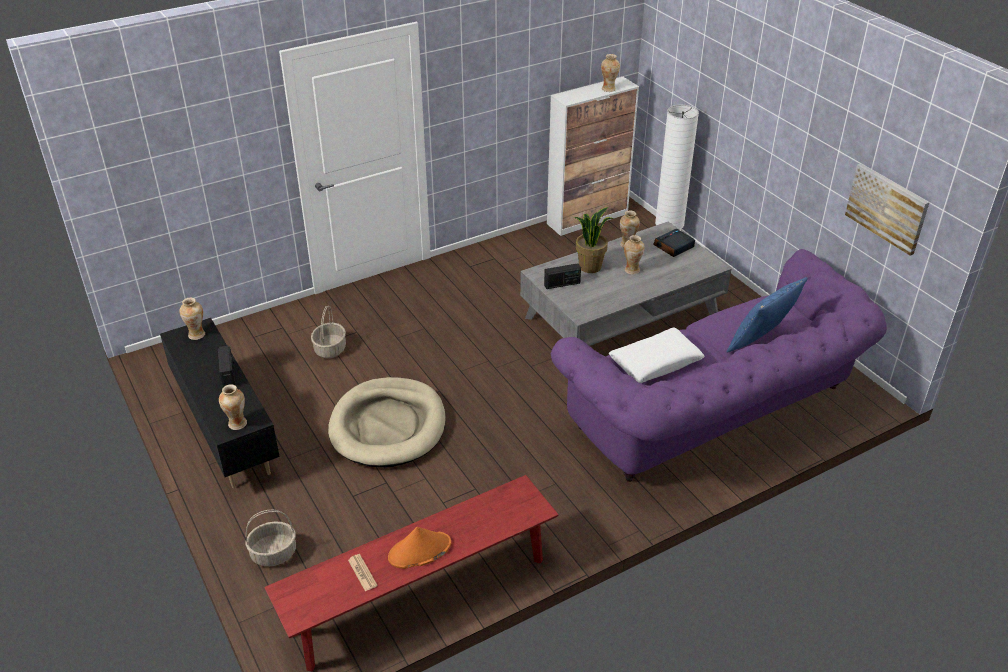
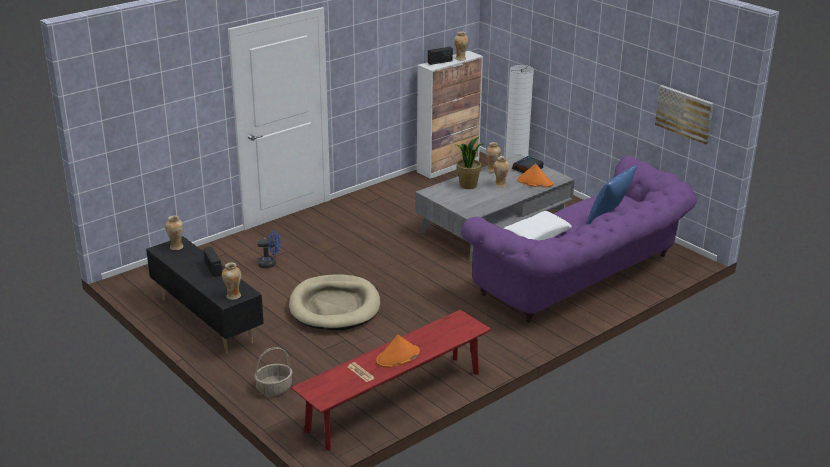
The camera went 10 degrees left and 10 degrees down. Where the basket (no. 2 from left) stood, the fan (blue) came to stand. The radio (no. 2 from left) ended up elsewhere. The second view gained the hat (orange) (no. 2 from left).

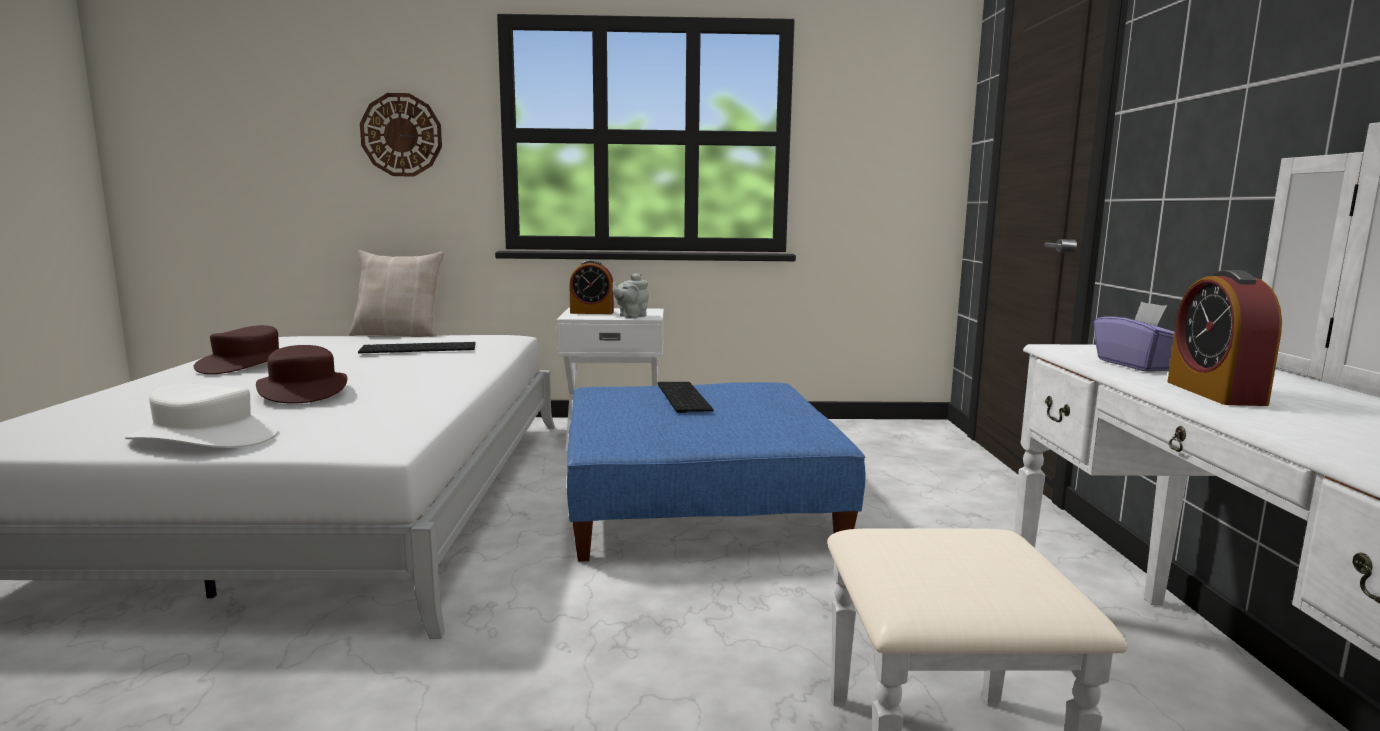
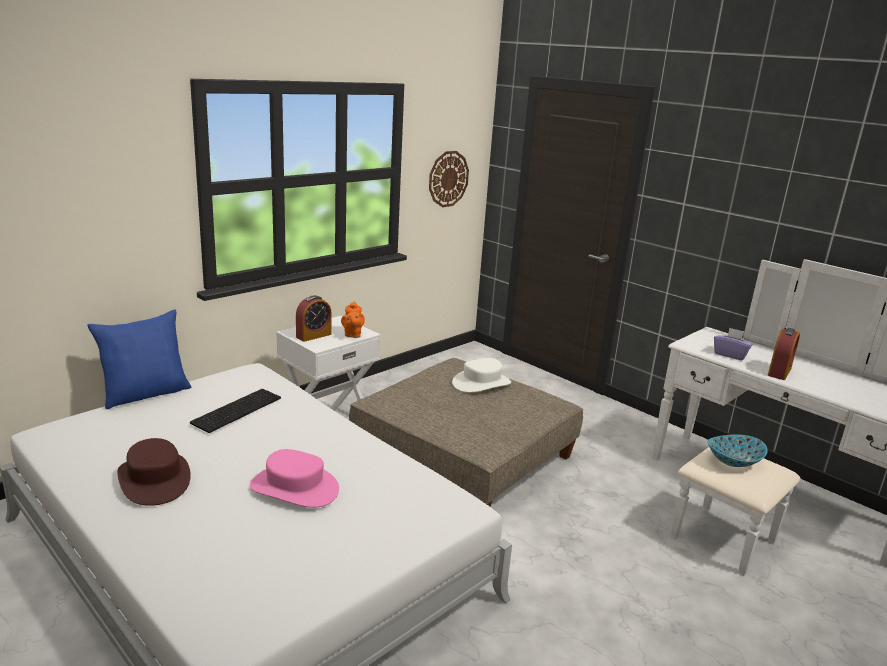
The camera went 45 degrees left and 10 degrees up. What was the pillow (beige) turned into the pillow (blue). What was the hat (brown) (no. 2 from left) turned into the hat (pink). What was the teapot (grey) turned into the teapot (orange). What was the ottoman (blue) turned into the ottoman (beige). The wall clock ended up elsewhere. The hat (white) ended up elsewhere. The second view gained the bowl. The alarm clock (no. 2 from left) ended up facing another way, 105 degrees counterclockwise from before. The second view lost the keyboard (no. 2 from left).

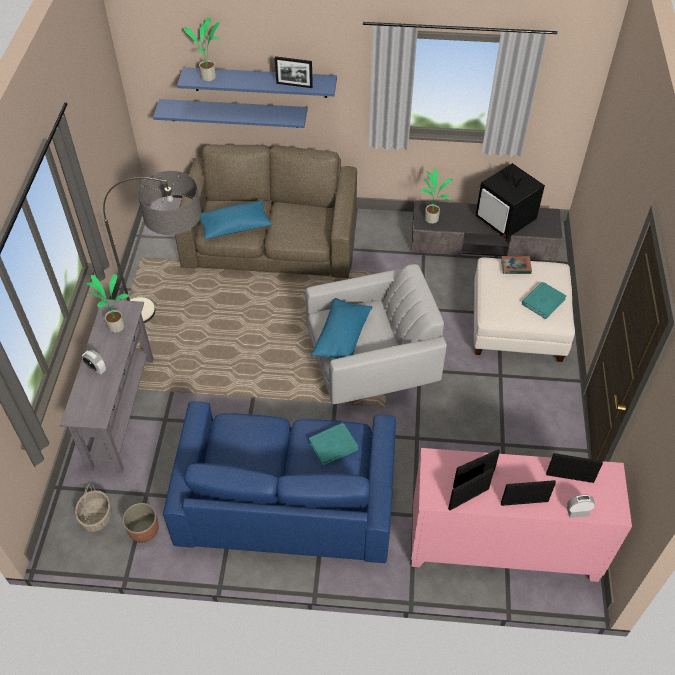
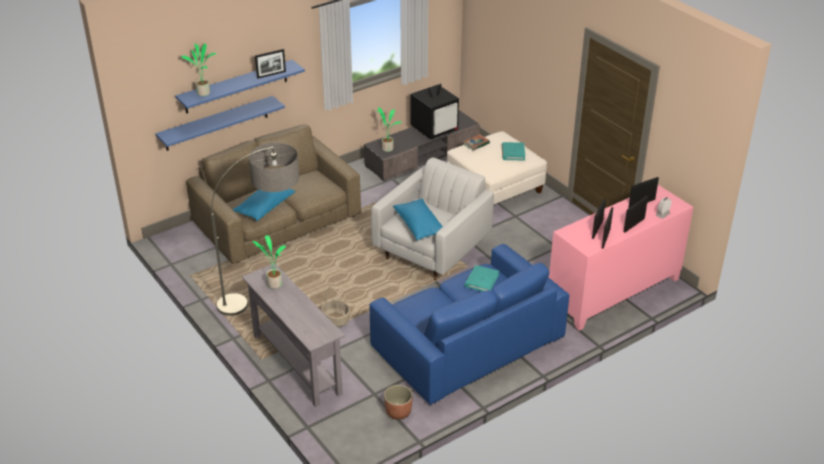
The camera went 40 degrees left and 15 degrees down. The basket ended up elsewhere. The television ended up facing another way, 45 degrees counterclockwise from before. The second view lost the alarm clock (no. 1 from left).

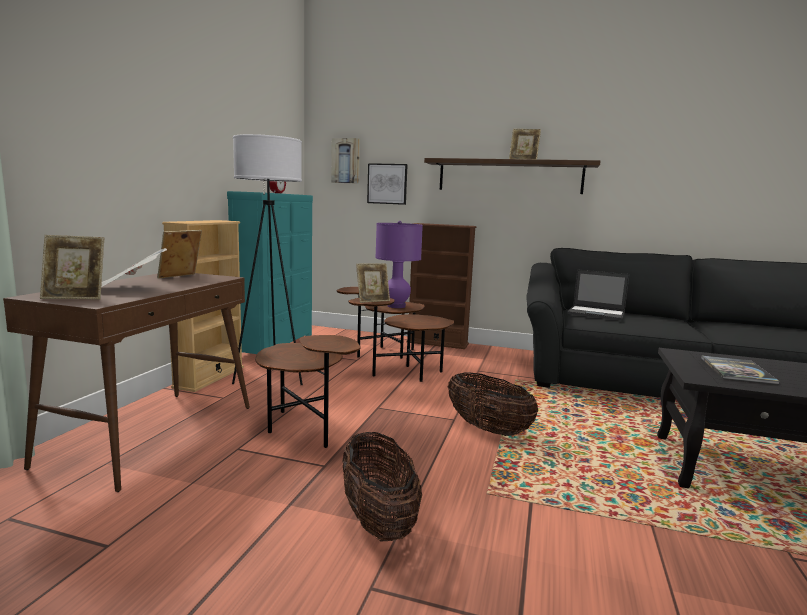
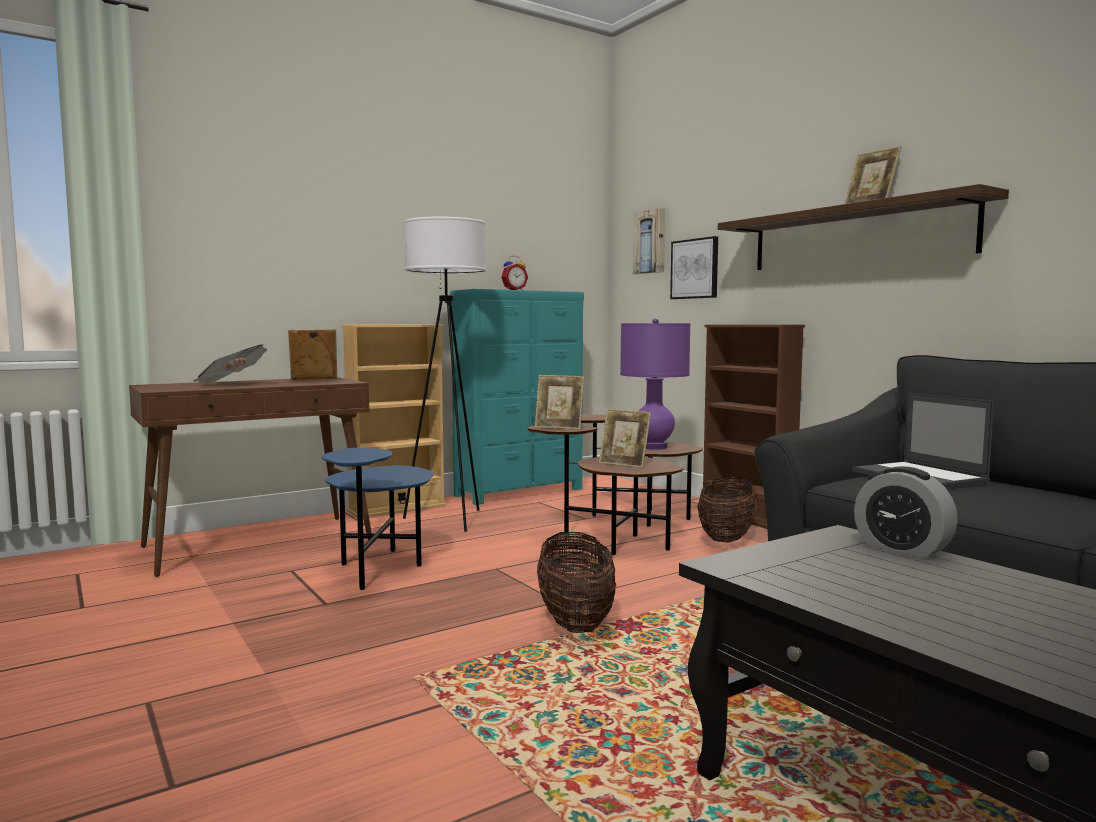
The camera went 40 degrees right and 5 degrees down. What was the side table (brown) (no. 1 from left) turned into the side table (blue). The picture frame (no. 1 from left in the first image) ended up elsewhere. The basket (no. 1 from left in the first image) ended up elsewhere. The second view gained the alarm clock (no. 2 from left). The second view lost the book.

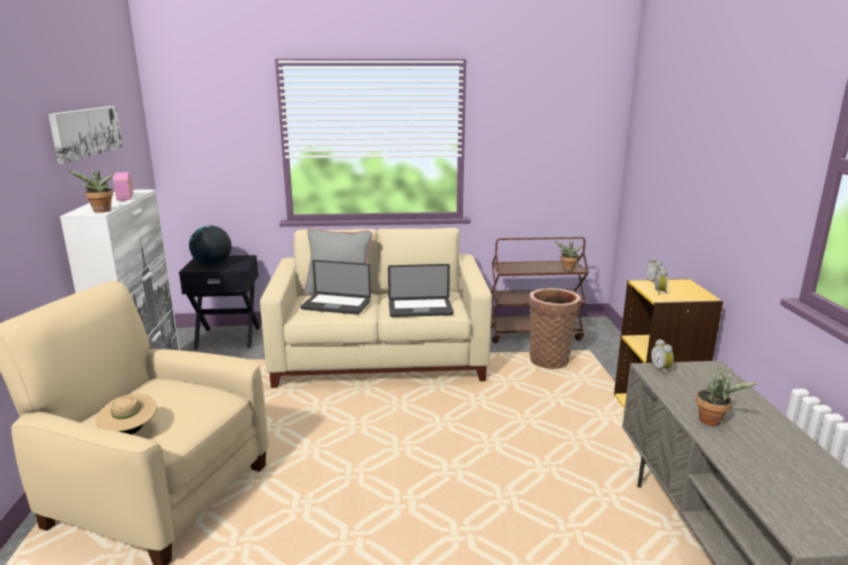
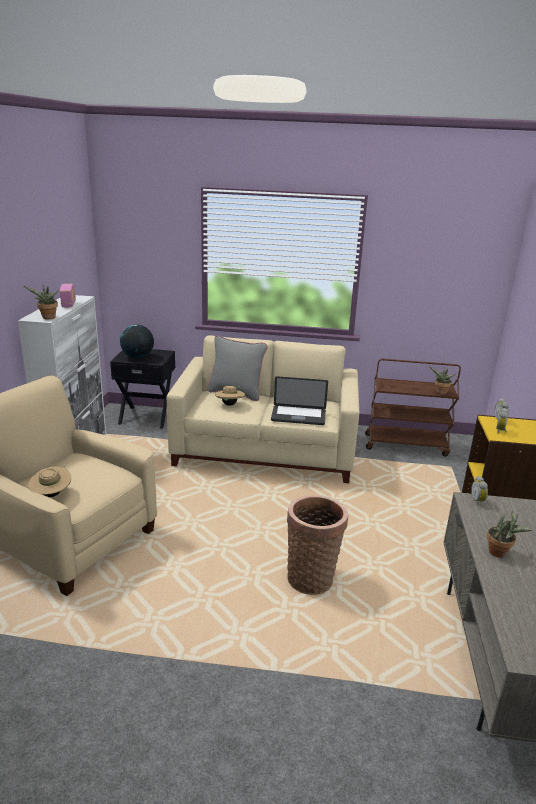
The camera went 10 degrees right and 5 degrees up. Where the laptop (no. 1 from left) stood, the hat (beige) (no. 2 from left) came to stand. The basket ended up elsewhere. The second view lost the picture.

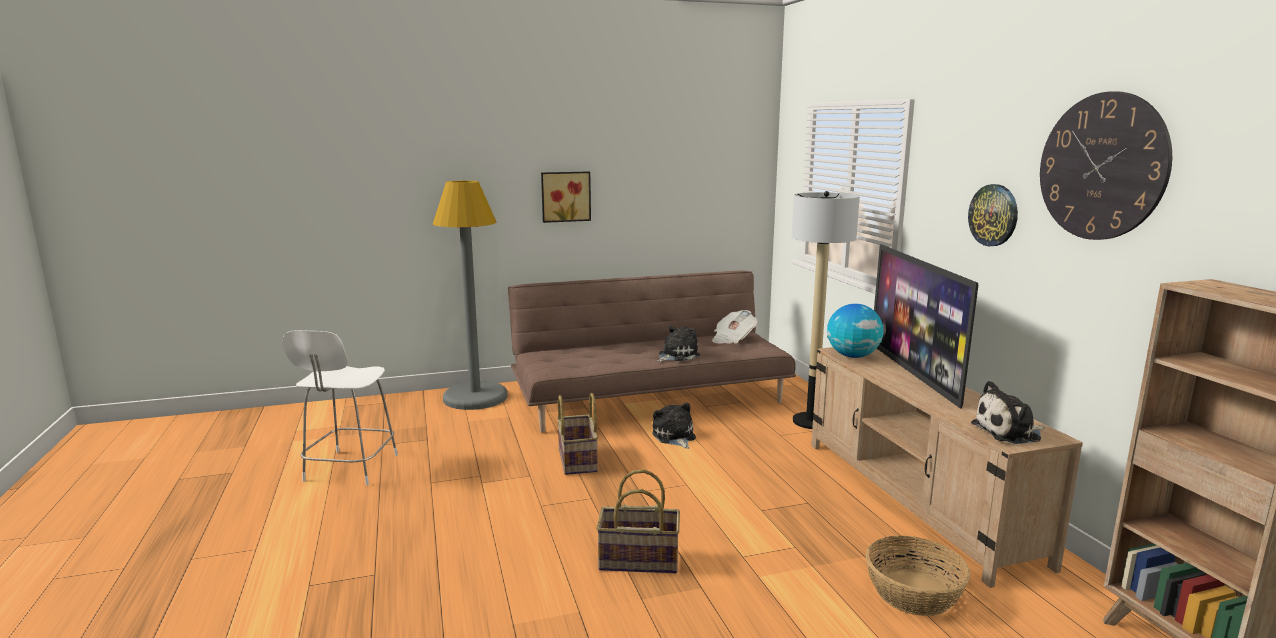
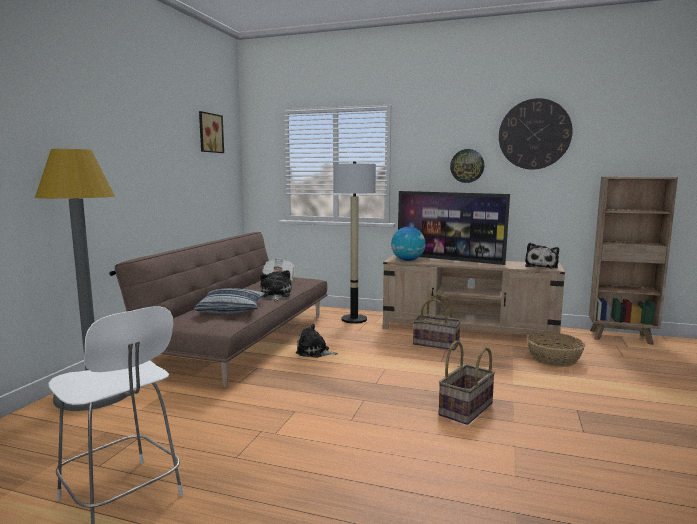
The camera went 55 degrees left and 5 degrees down. The second view gained the pillow. The picture ended up elsewhere. The basket (no. 1 from left) ended up elsewhere.

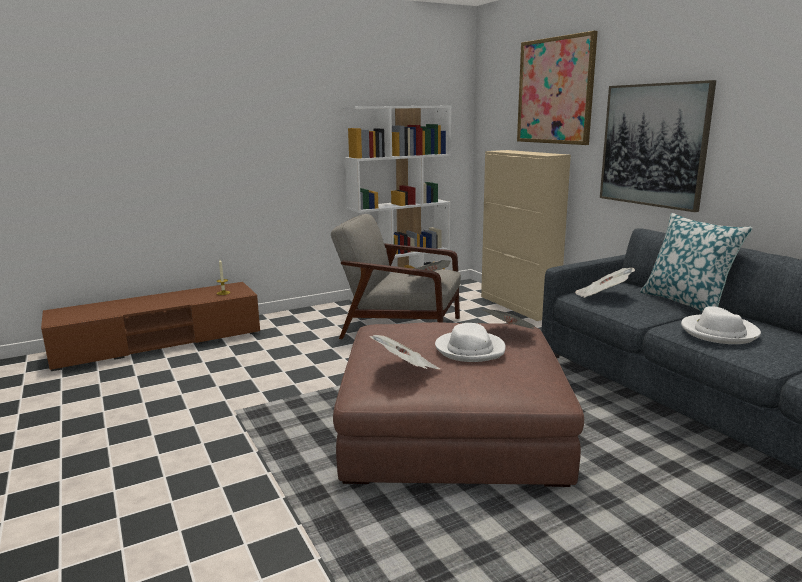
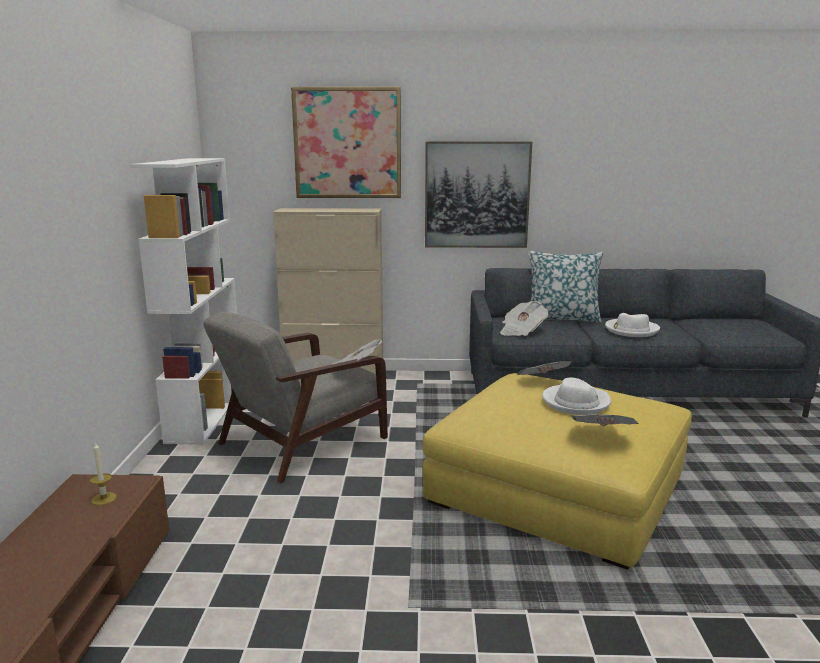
The camera went 60 degrees left and 0 degrees up. What was the ottoman (brown) turned into the ottoman (yellow).

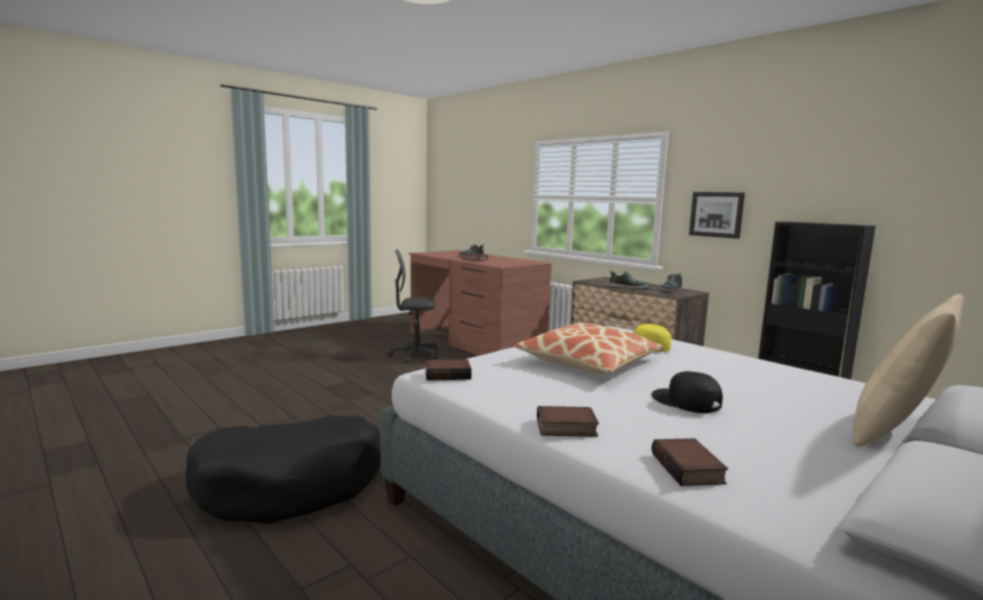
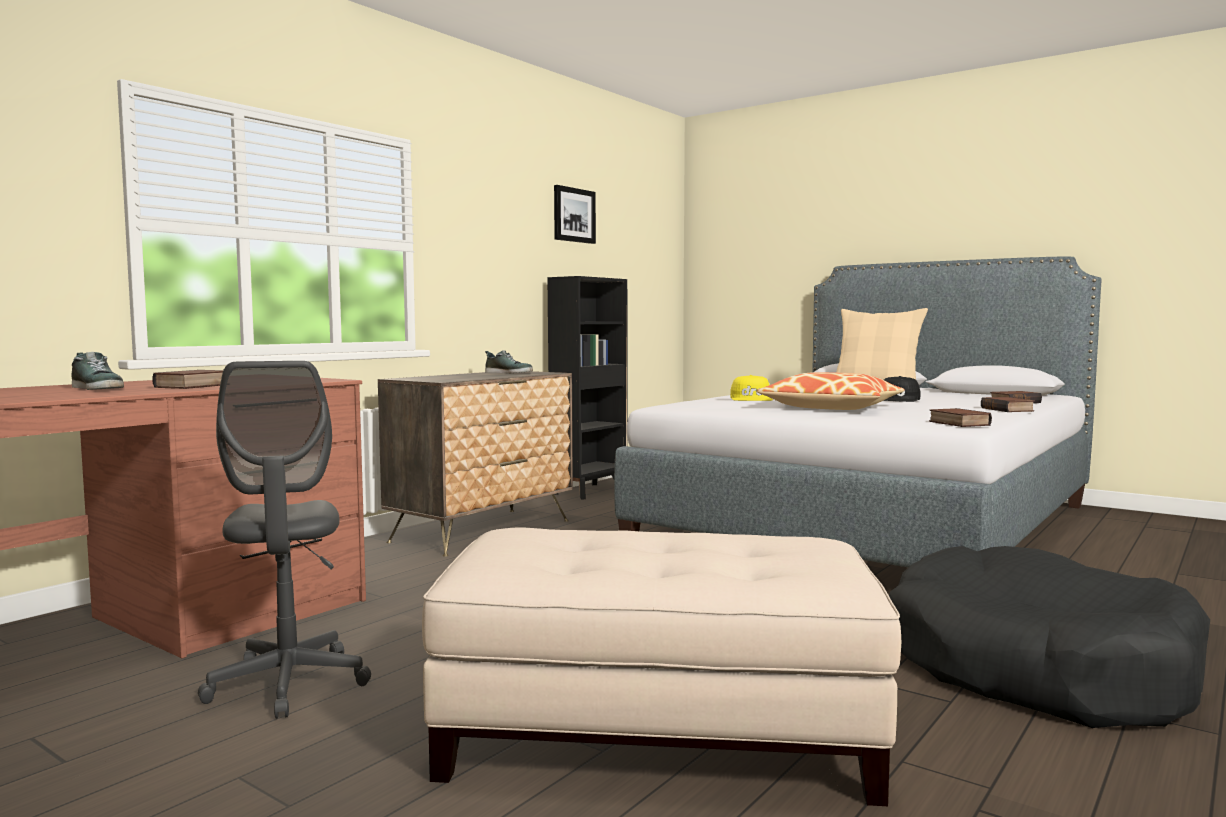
The camera went 100 degrees left and 5 degrees down. The second view gained the ottoman (beige). The picture ended up elsewhere. The second view lost the shoe (no. 2 from left).

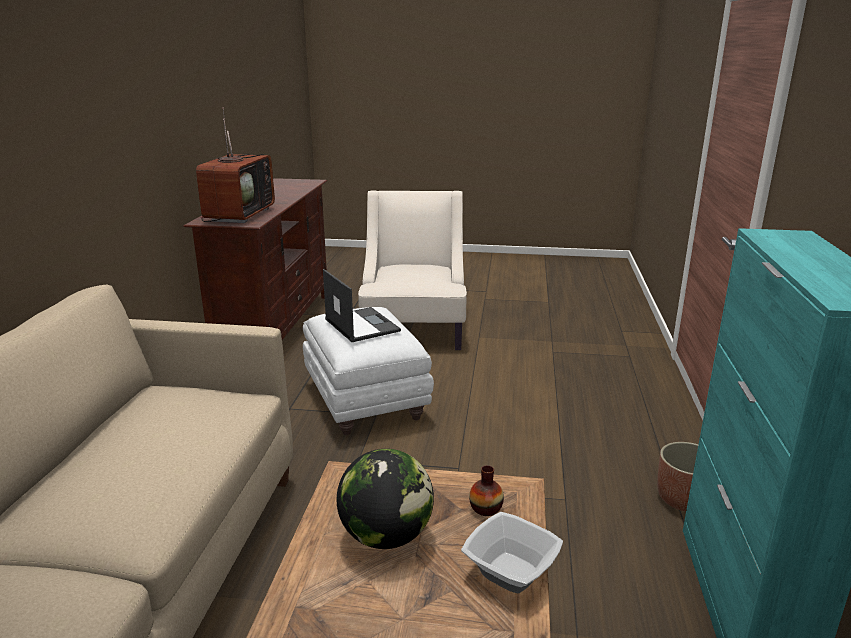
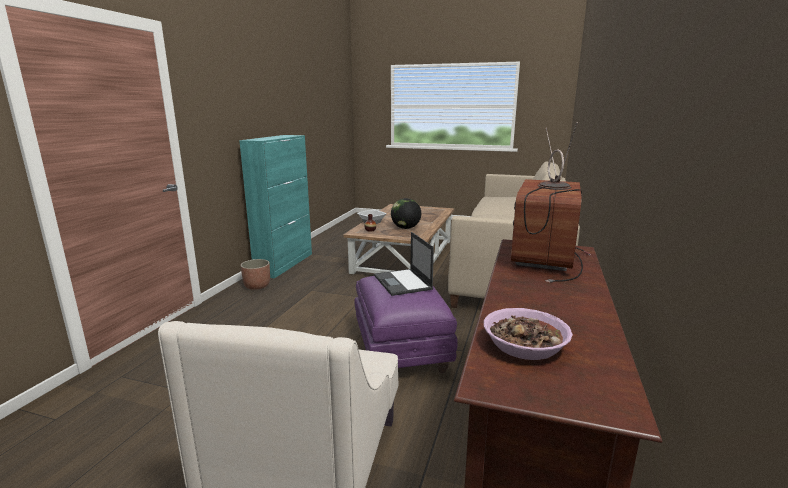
The camera went 170 degrees left and 5 degrees down. What was the ottoman (white) turned into the ottoman (purple). The second view gained the bowl (no. 2 from left).

